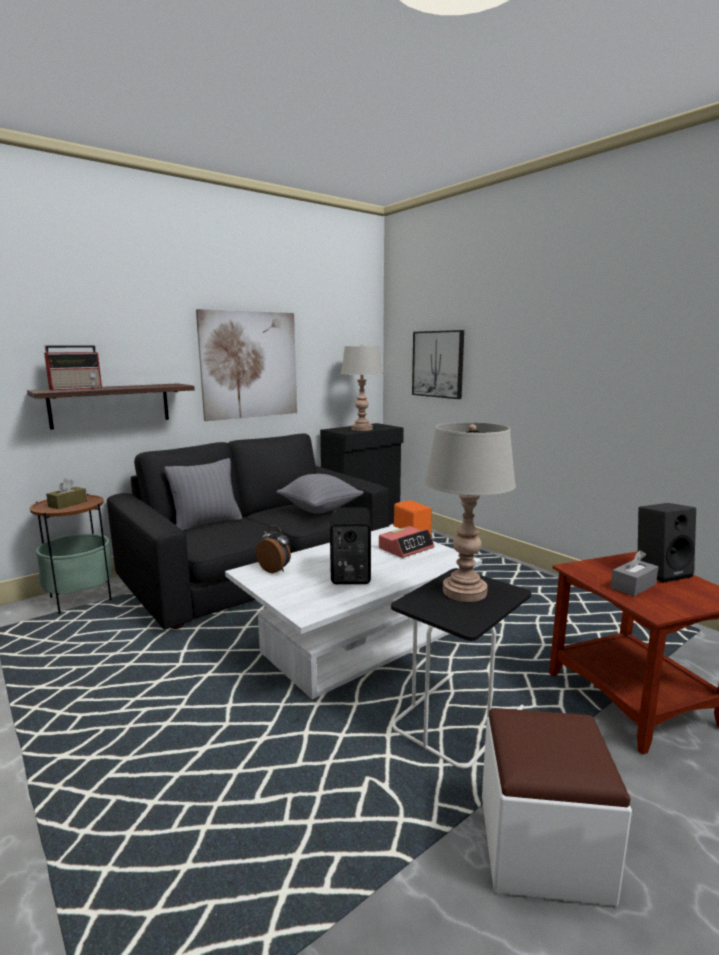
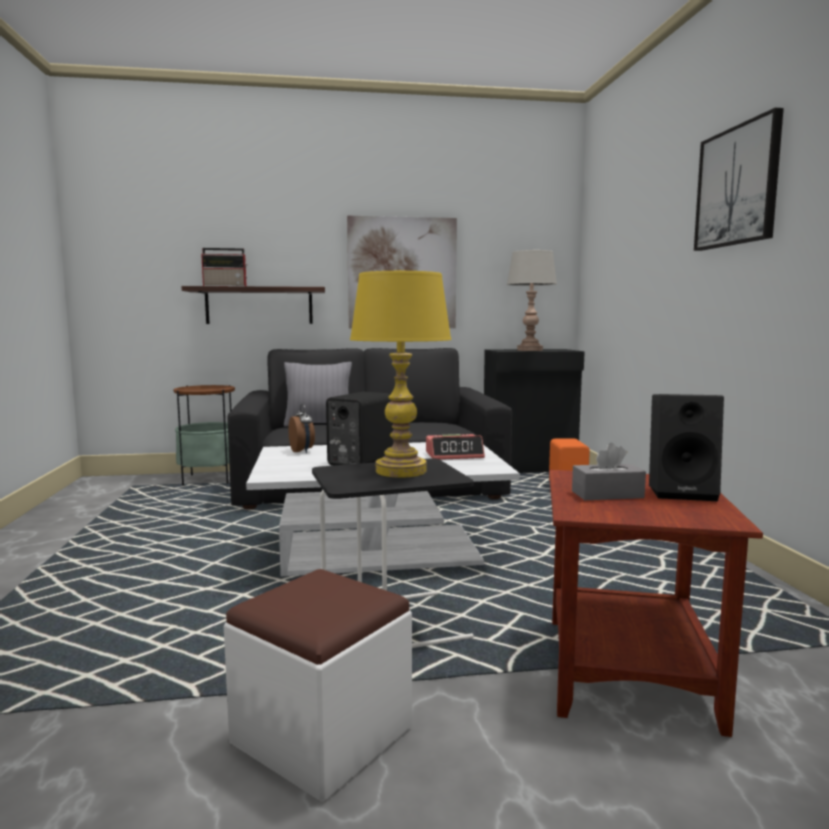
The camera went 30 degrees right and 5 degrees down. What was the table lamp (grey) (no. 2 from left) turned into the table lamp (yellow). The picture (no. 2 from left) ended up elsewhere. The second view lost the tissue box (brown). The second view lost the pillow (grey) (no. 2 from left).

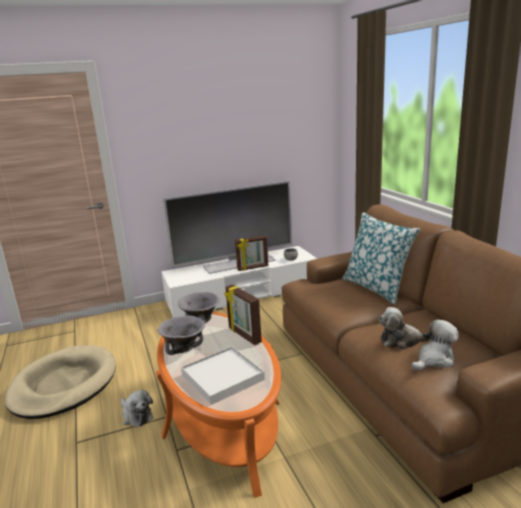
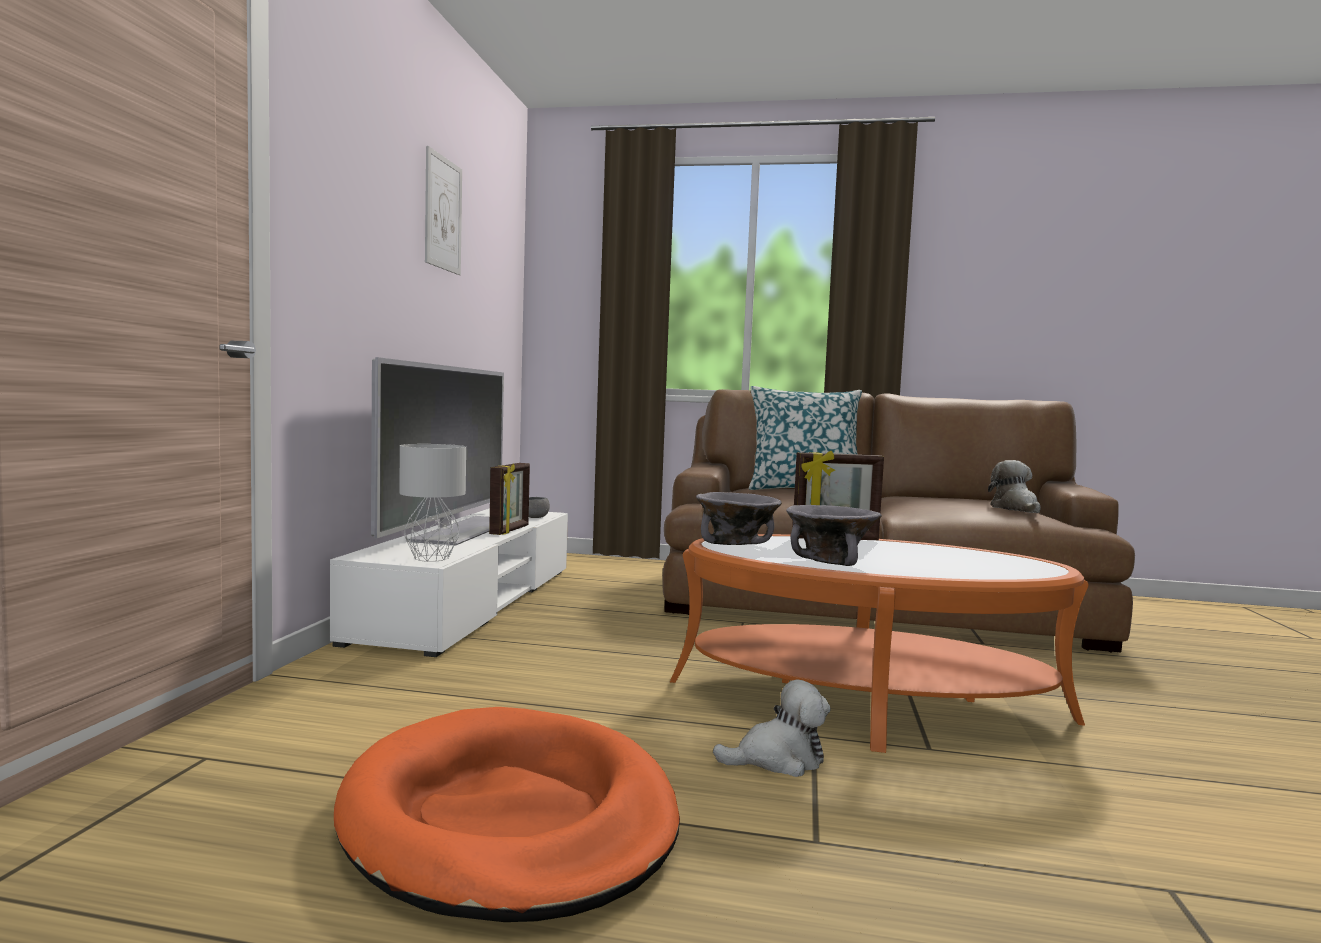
The camera went 60 degrees left and 15 degrees down. What was the dog bed (beige) turned into the dog bed (orange). The second view gained the table lamp (grey). The second view gained the picture. The second view lost the tray (white). The second view lost the plush toy (no. 2 from left).

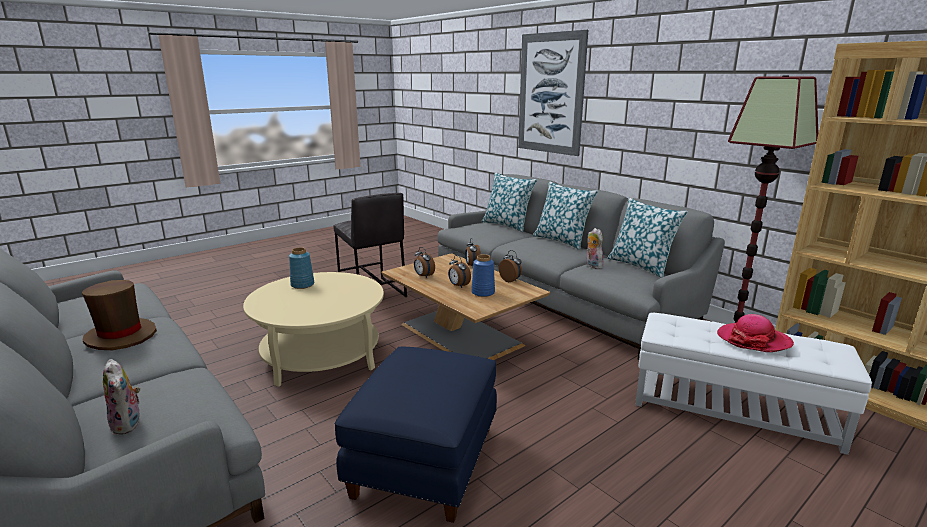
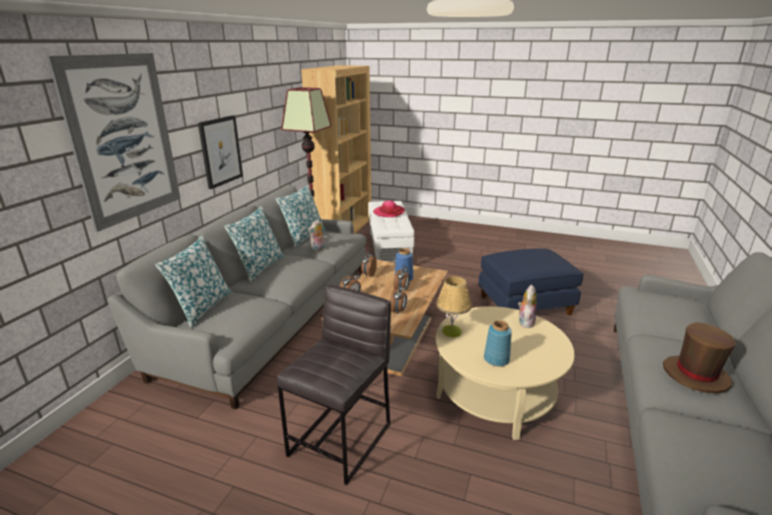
The camera went 120 degrees left and 5 degrees up. The second view gained the picture (no. 2 from left). The second view gained the table lamp. The plush toy (no. 1 from left in the first image) ended up elsewhere.

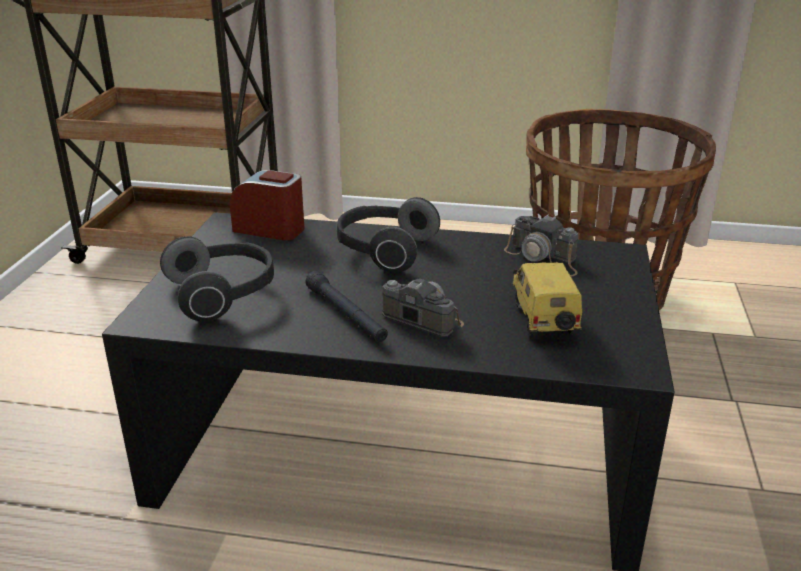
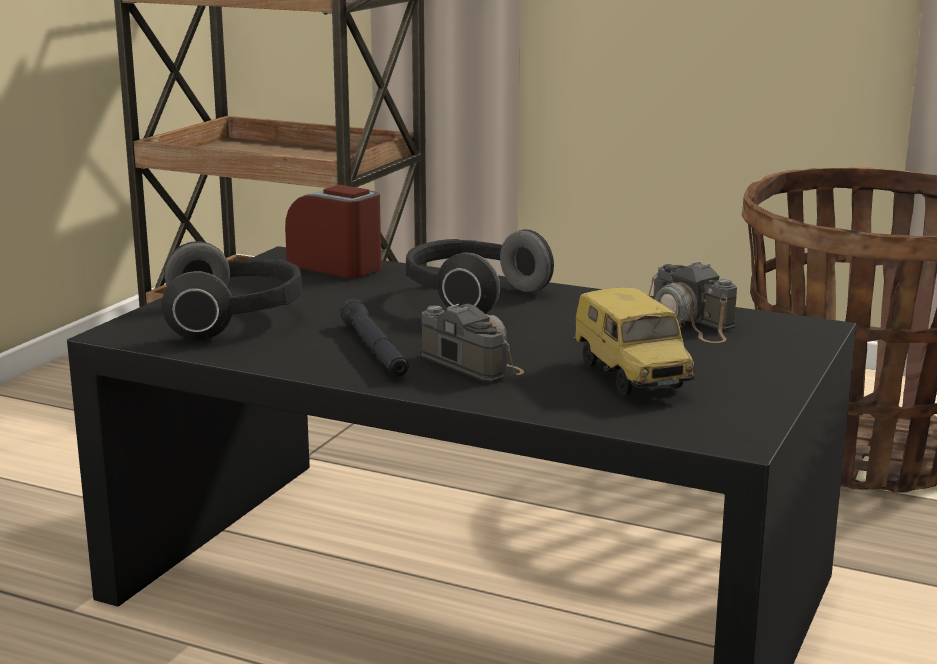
The camera went 15 degrees right and 10 degrees down. The toy car ended up facing another way, 150 degrees clockwise from before.

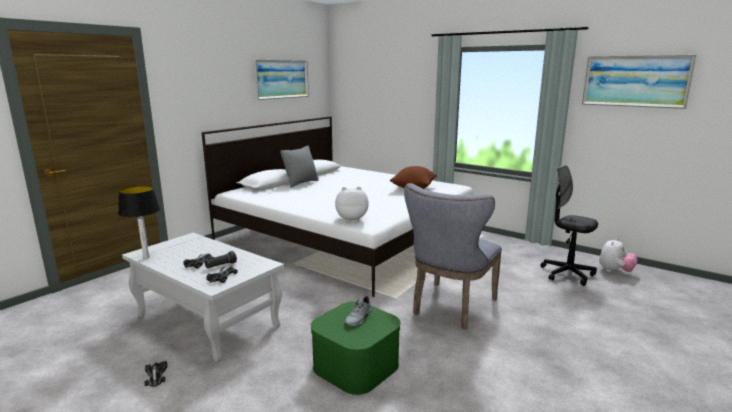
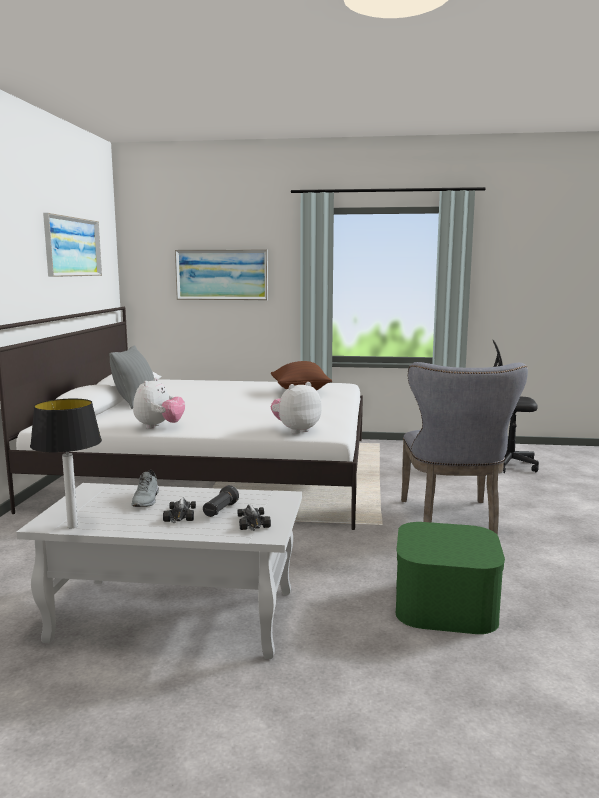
The camera went 30 degrees left and 5 degrees down. The shoe (grey) ended up elsewhere. The plush toy (no. 2 from left in the first image) ended up elsewhere. The picture (no. 2 from left) ended up elsewhere. The second view lost the toy car (no. 1 from left).

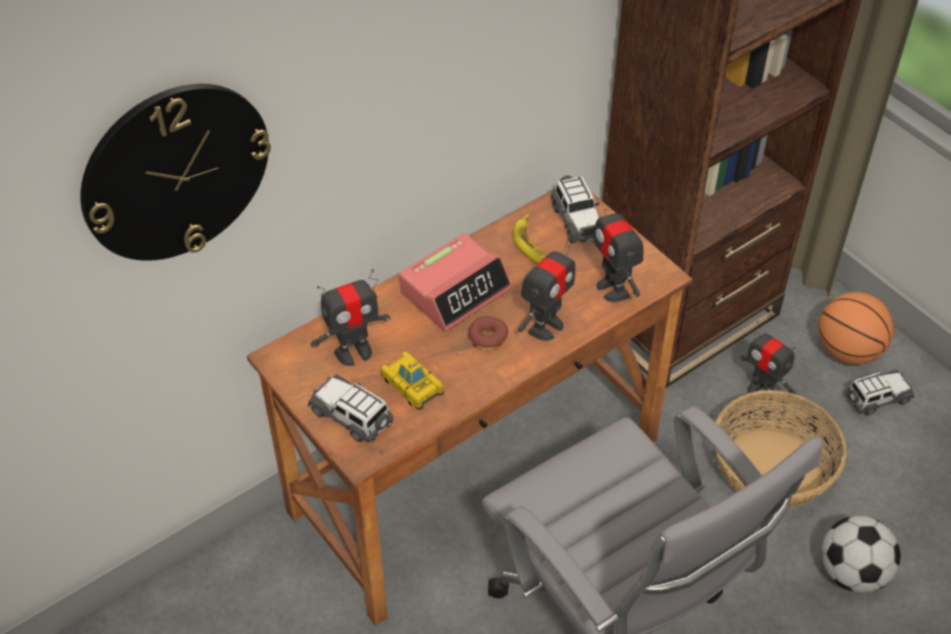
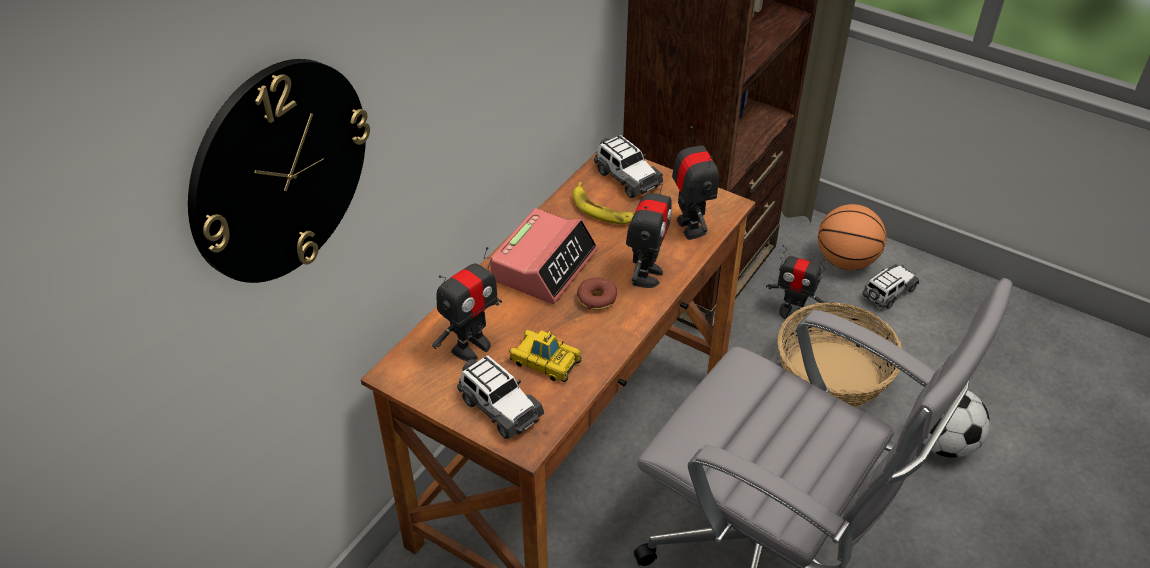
The camera went 20 degrees left and 5 degrees down. The toy car (no. 1 from left) ended up facing another way, 150 degrees counterclockwise from before. The toy robot (no. 3 from left) ended up facing another way, 150 degrees counterclockwise from before.

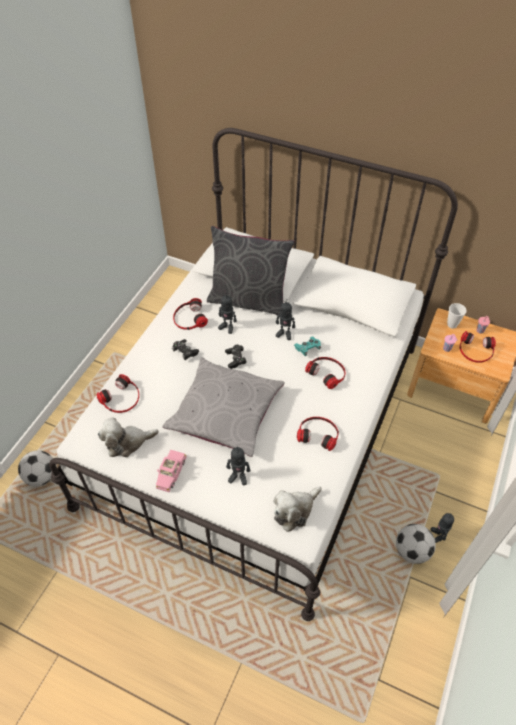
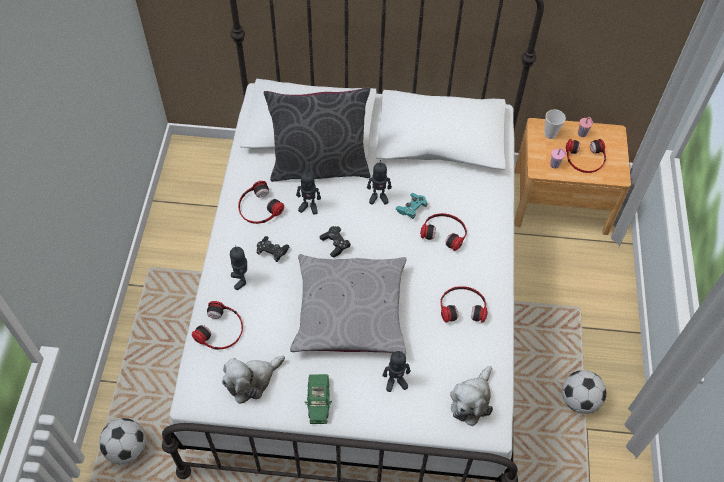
The camera went 20 degrees left and 5 degrees up. The toy robot (no. 4 from left in the first image) ended up elsewhere. What was the toy car (pink) turned into the toy car (green).

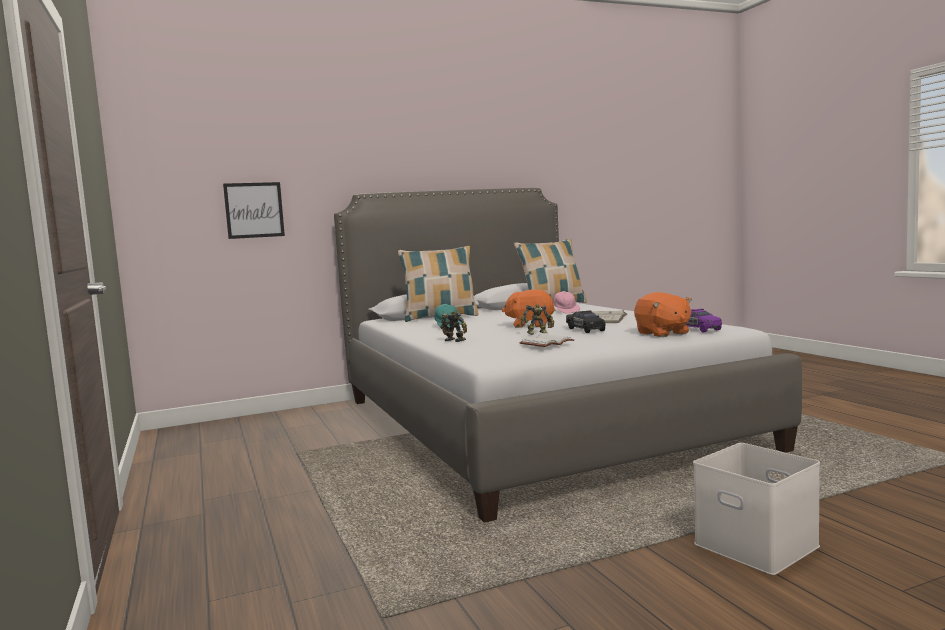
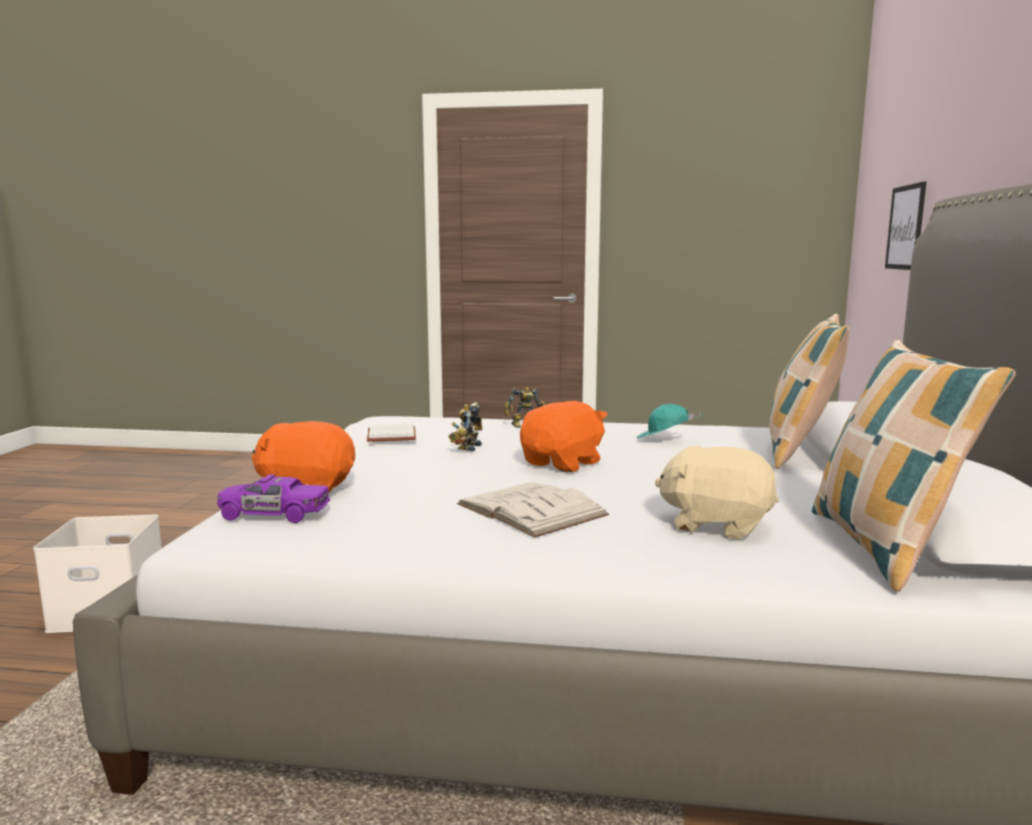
The camera went 120 degrees right and 5 degrees up. Where the cap (pink) stood, the plush toy (beige) came to stand. The second view lost the toy car (black).

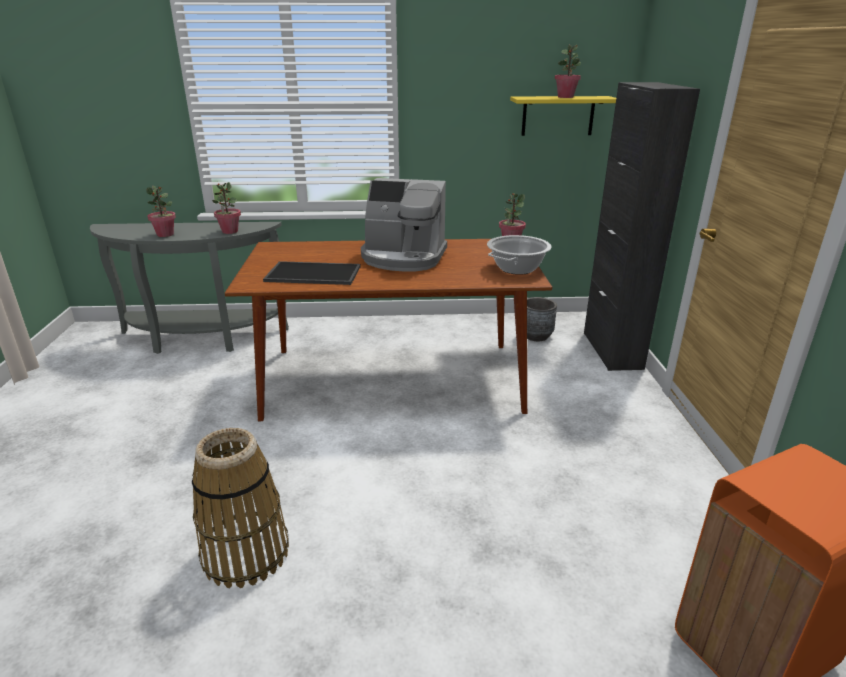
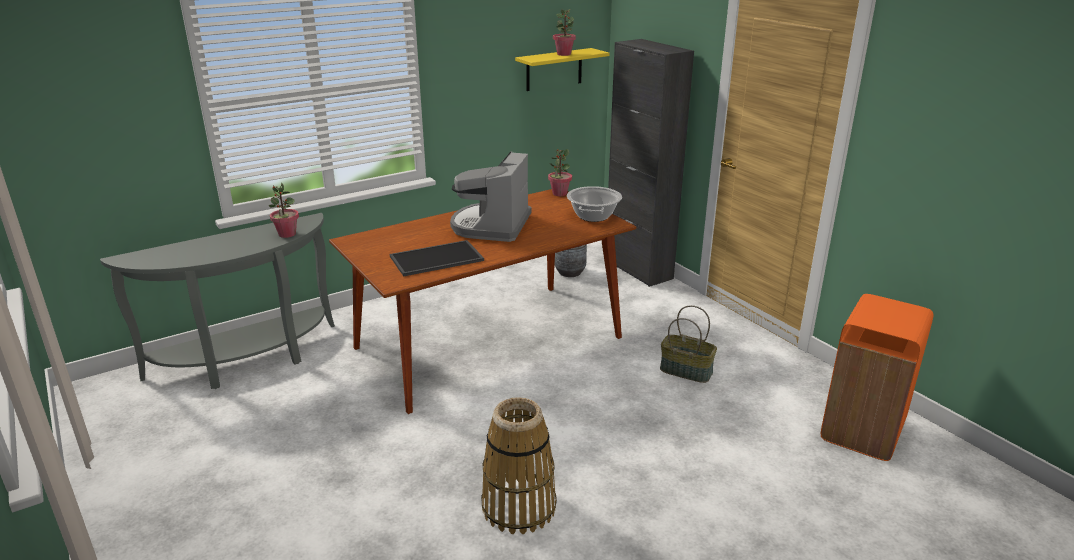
The camera went 30 degrees left and 0 degrees up. The coffee machine ended up facing another way, 120 degrees clockwise from before. The second view gained the basket (no. 2 from left). The second view lost the potted plant (no. 1 from left).

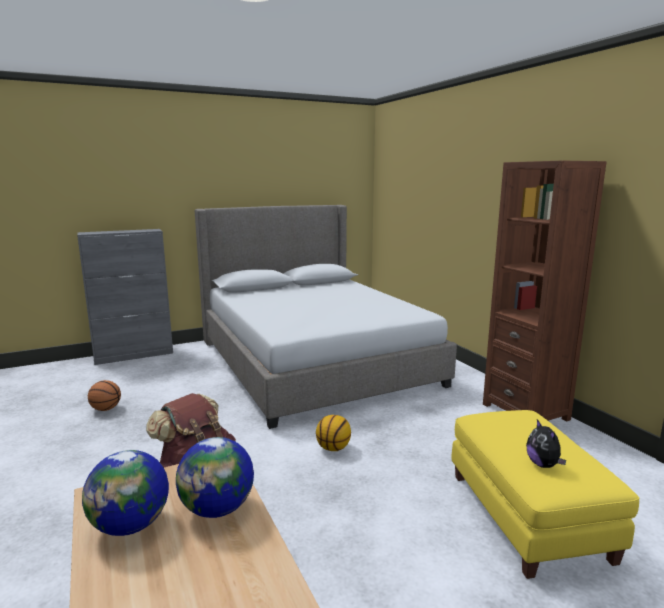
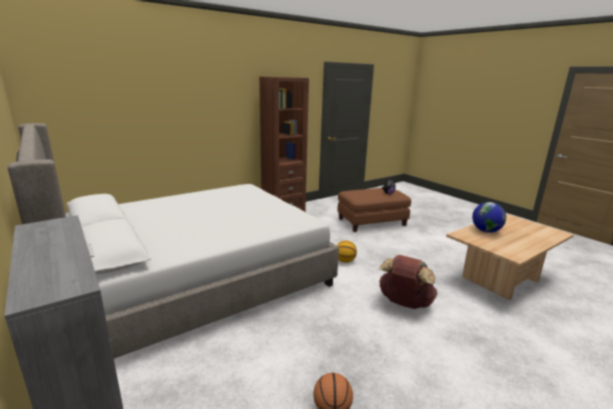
The camera went 100 degrees left and 5 degrees up. What was the ottoman (yellow) turned into the ottoman (brown). The second view lost the globe (no. 1 from left).

